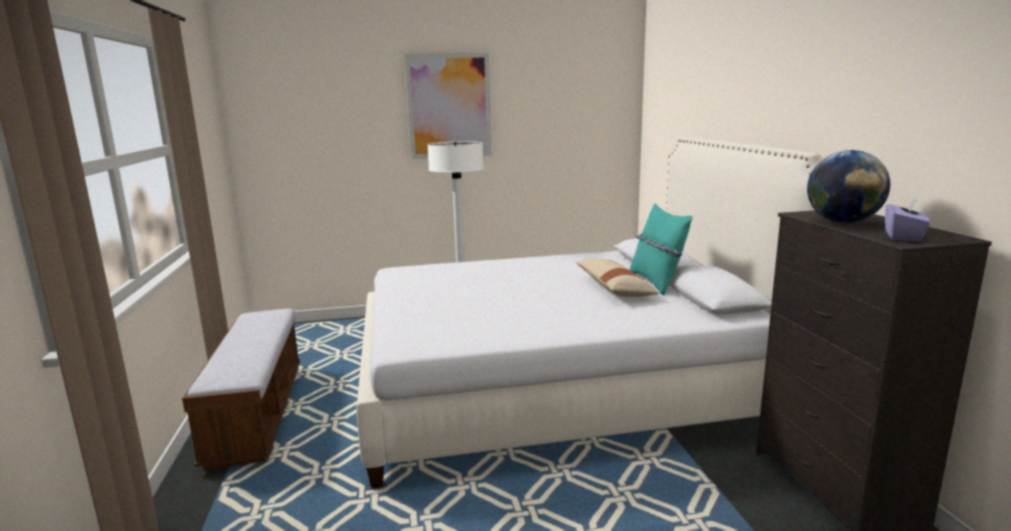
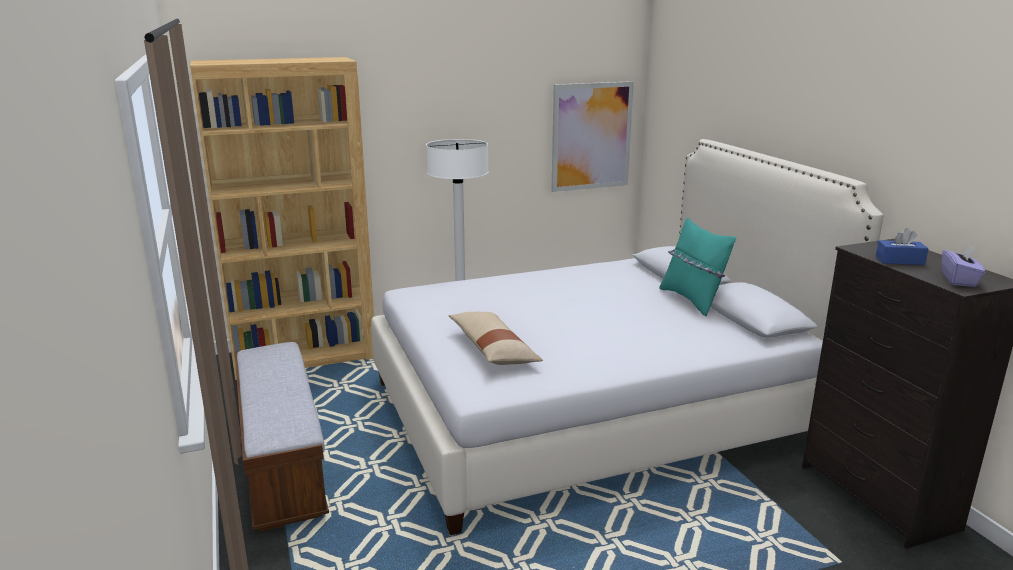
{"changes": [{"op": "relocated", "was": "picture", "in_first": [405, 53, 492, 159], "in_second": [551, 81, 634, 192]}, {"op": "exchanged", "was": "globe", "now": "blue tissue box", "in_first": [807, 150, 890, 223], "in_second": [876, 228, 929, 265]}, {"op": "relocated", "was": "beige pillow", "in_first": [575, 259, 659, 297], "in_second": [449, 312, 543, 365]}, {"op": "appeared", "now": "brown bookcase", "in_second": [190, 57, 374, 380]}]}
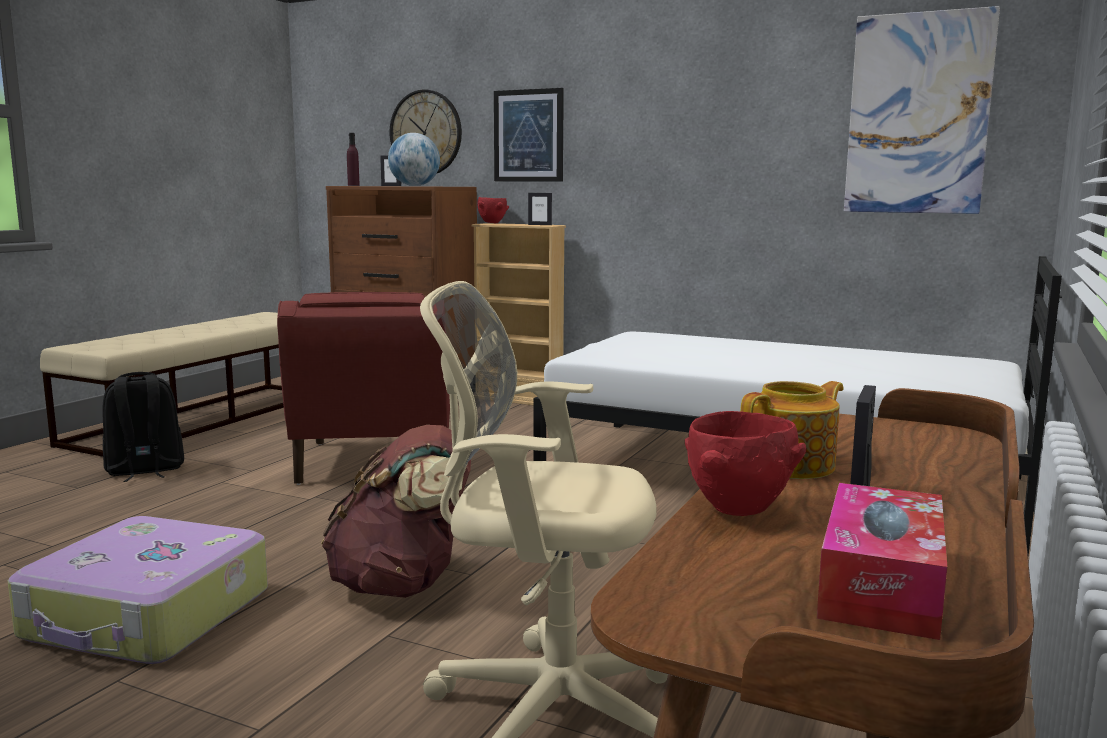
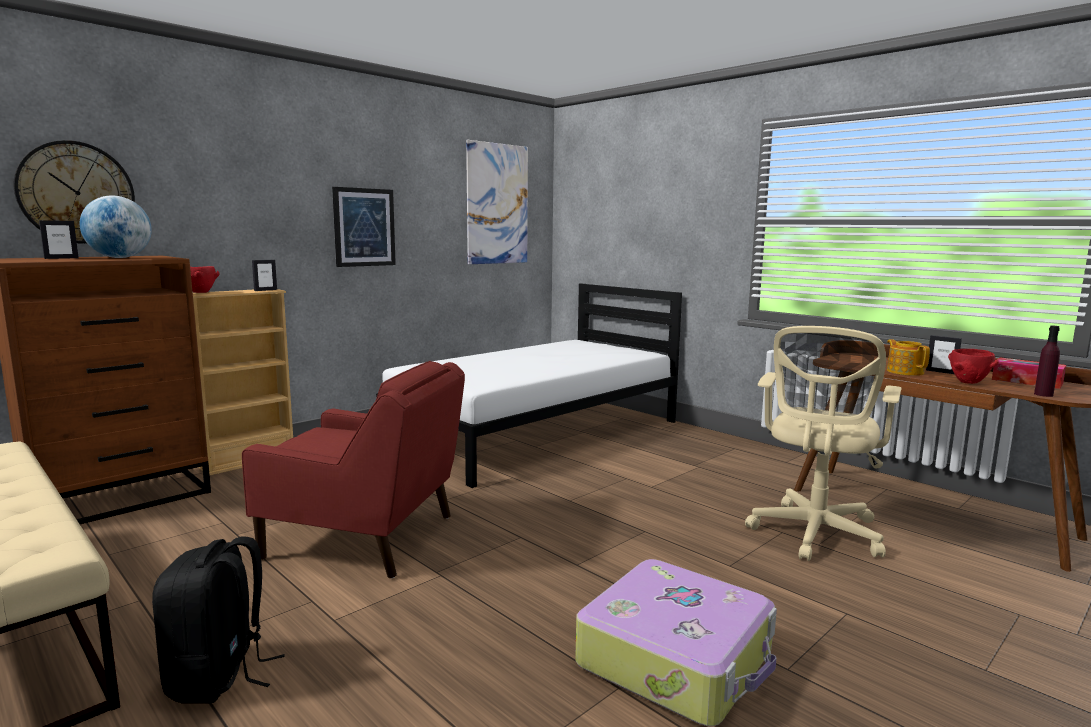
{"changes": [{"op": "relocated", "was": "picture", "in_first": [494, 88, 564, 182], "in_second": [332, 187, 396, 267]}, {"op": "relocated", "was": "purple bottle", "in_first": [347, 133, 360, 186], "in_second": [1034, 325, 1060, 397]}, {"op": "missing", "was": "brown backpack", "in_first": [321, 425, 471, 598]}]}
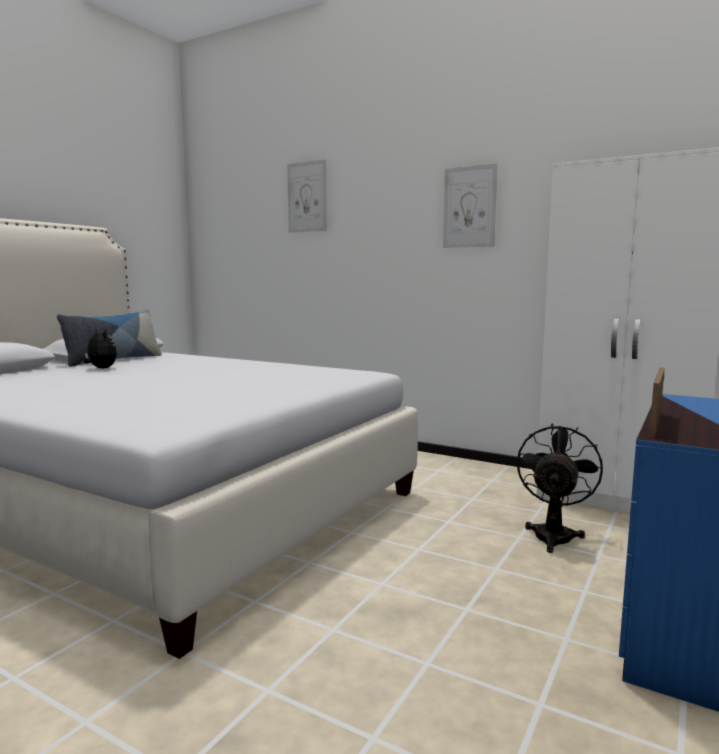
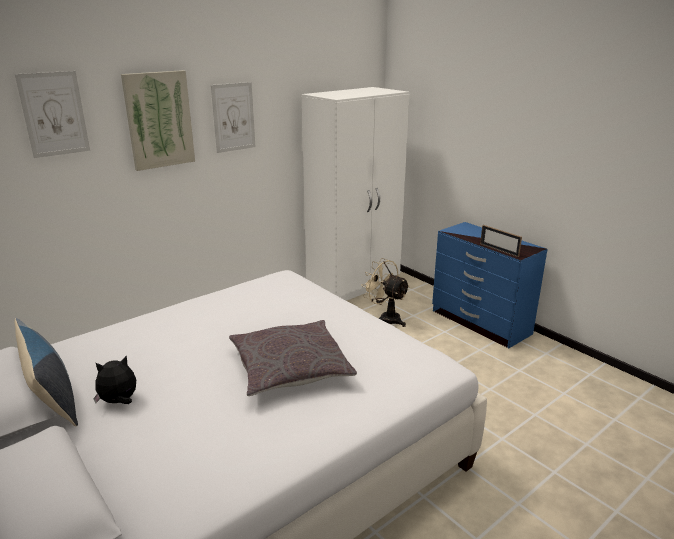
{"changes": [{"op": "colour", "was": "black fan", "now": "beige fan", "in_first": [517, 423, 603, 553], "in_second": [361, 258, 410, 327]}, {"op": "appeared", "now": "picture", "in_second": [121, 70, 195, 171]}, {"op": "appeared", "now": "grey pillow", "in_second": [229, 320, 357, 396]}]}
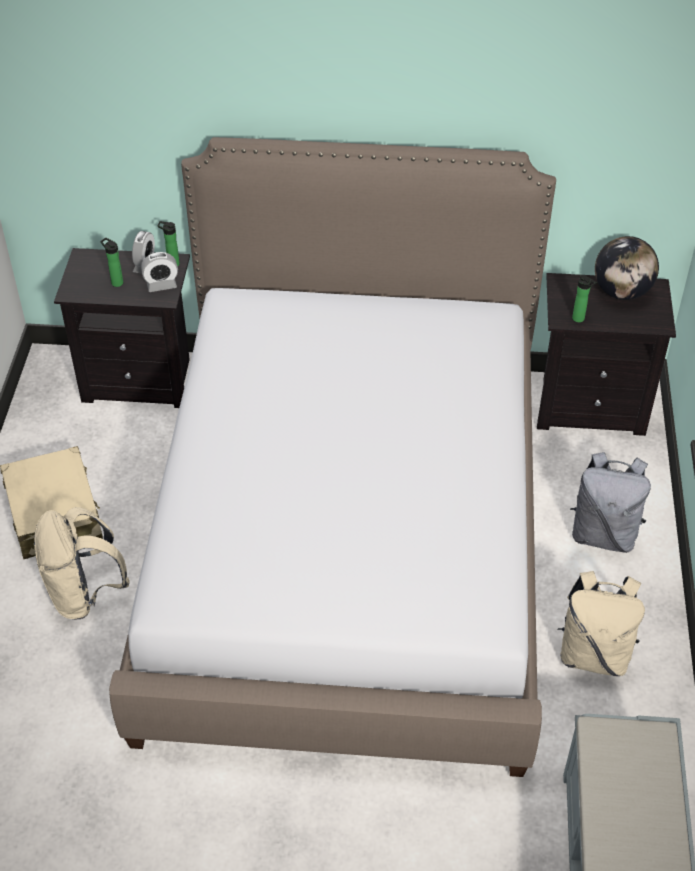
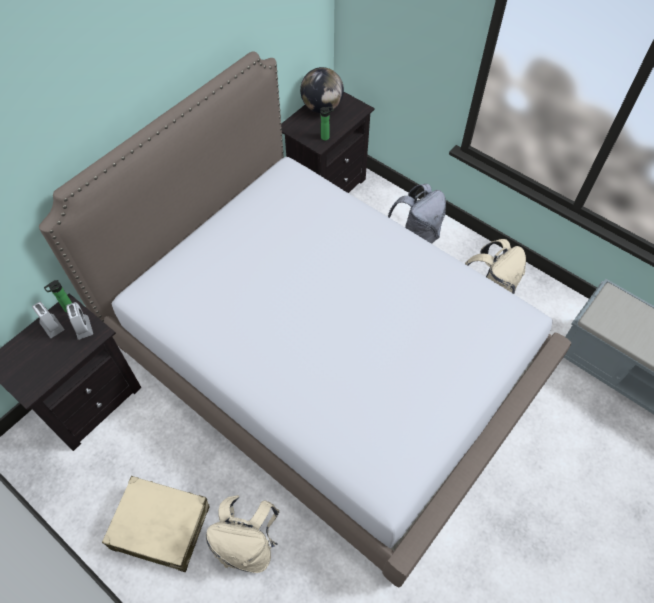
{"changes": [{"op": "missing", "was": "bottle", "in_first": [101, 238, 123, 287]}, {"op": "spun", "was": "alarm clock", "in_first": [141, 252, 178, 292], "in_second": [66, 302, 93, 340], "clockwise": -45}]}
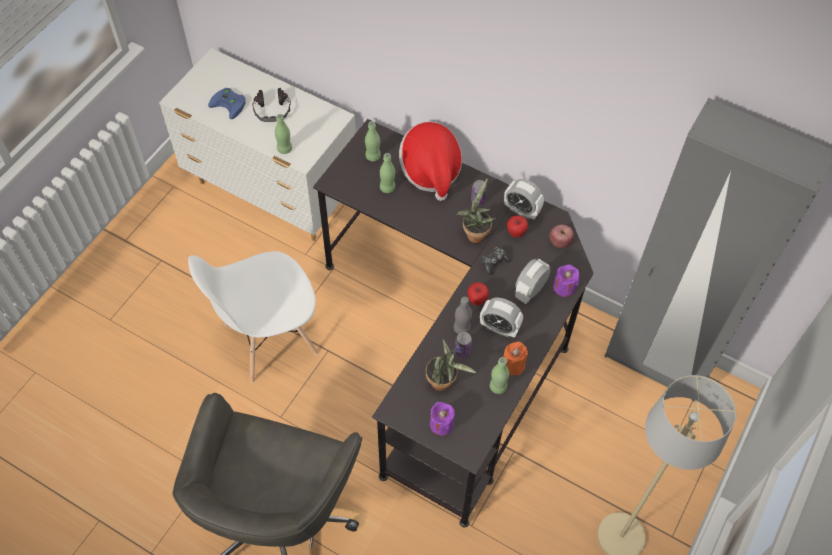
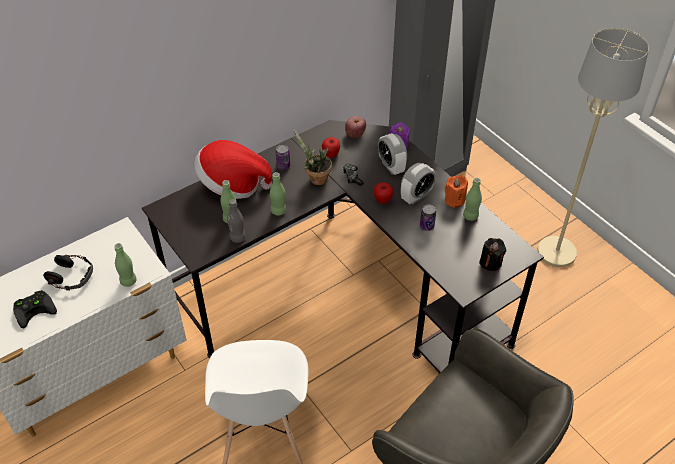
{"changes": [{"op": "colour", "was": "blue game controller", "now": "black game controller", "in_first": [208, 88, 246, 119], "in_second": [13, 290, 57, 328]}, {"op": "relocated", "was": "green bottle", "in_first": [365, 121, 381, 161], "in_second": [270, 172, 286, 216]}, {"op": "missing", "was": "alarm clock", "in_first": [504, 179, 544, 220]}, {"op": "relocated", "was": "grey bottle", "in_first": [454, 297, 472, 334], "in_second": [227, 199, 246, 243]}, {"op": "missing", "was": "potted plant", "in_first": [426, 339, 476, 391]}, {"op": "colour", "was": "purple candle", "now": "black candle", "in_first": [430, 402, 455, 436], "in_second": [479, 238, 506, 271]}]}
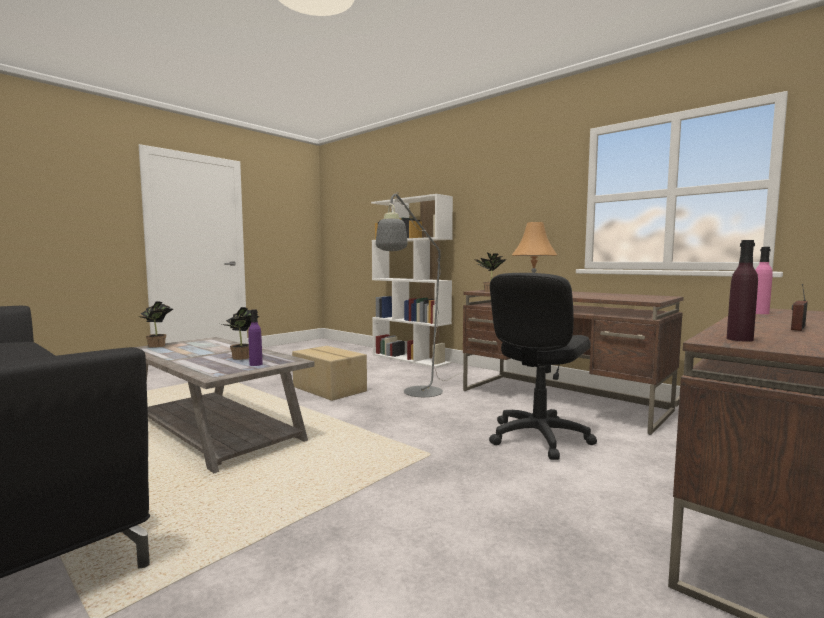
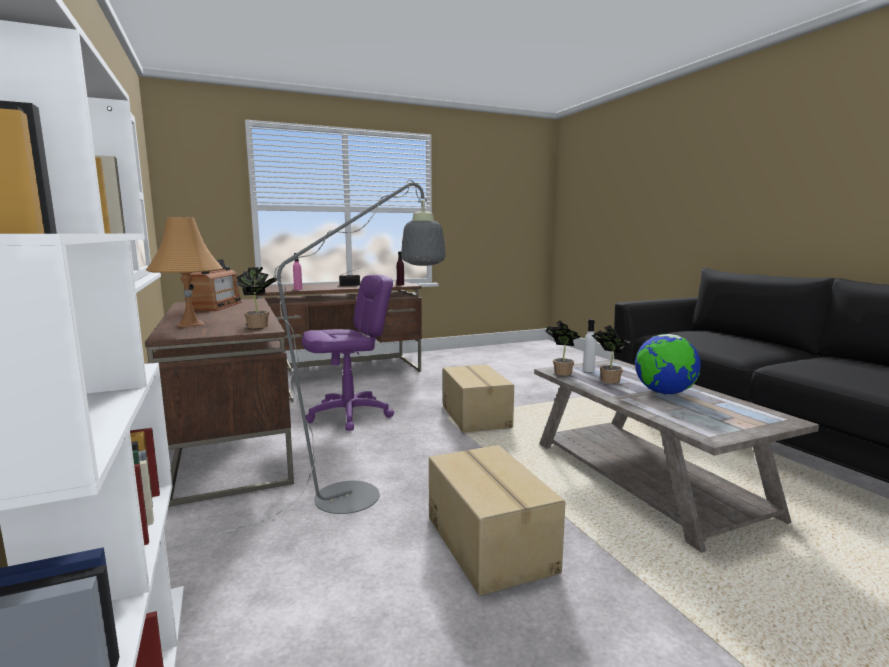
{"changes": [{"op": "colour", "was": "black office chair", "now": "purple office chair", "in_first": [489, 273, 597, 460], "in_second": [302, 274, 394, 431]}, {"op": "relocated", "was": "potted plant", "in_first": [137, 301, 173, 348], "in_second": [545, 320, 580, 375]}, {"op": "colour", "was": "purple bottle", "now": "white bottle", "in_first": [248, 309, 263, 366], "in_second": [583, 319, 596, 372]}, {"op": "appeared", "now": "radio", "in_second": [184, 259, 242, 311]}, {"op": "appeared", "now": "globe", "in_second": [635, 334, 701, 395]}, {"op": "appeared", "now": "cardboard box", "in_second": [443, 365, 514, 433]}]}
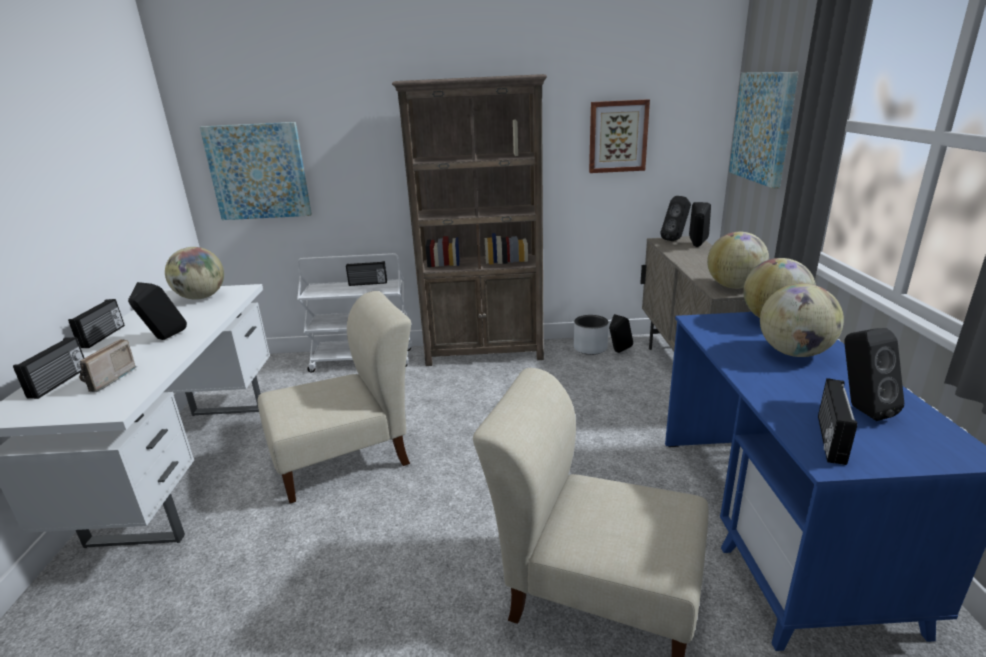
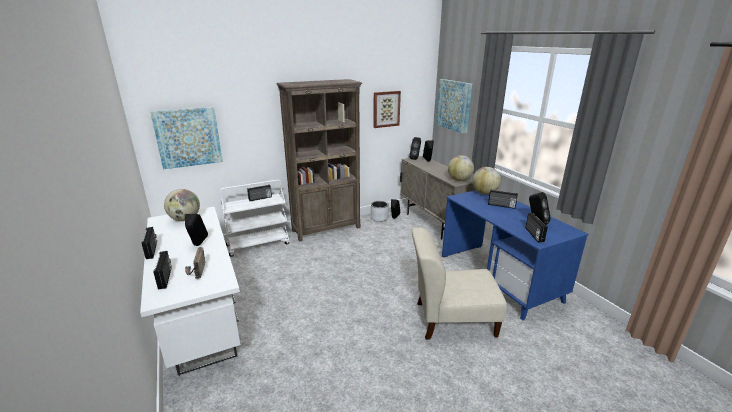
{"changes": [{"op": "exchanged", "was": "globe", "now": "radio", "in_first": [760, 283, 844, 357], "in_second": [488, 190, 518, 209]}, {"op": "missing", "was": "beige chair", "in_first": [258, 291, 411, 503]}]}
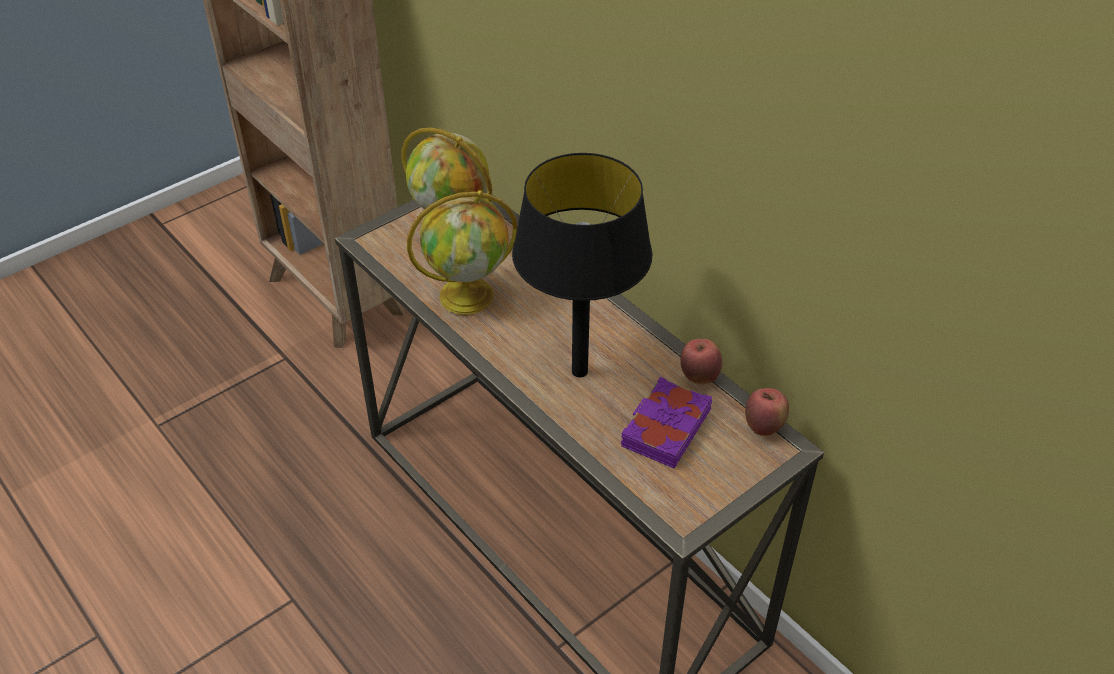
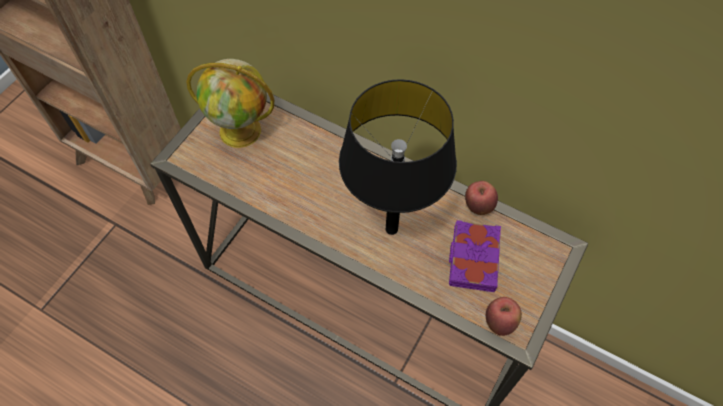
{"changes": [{"op": "missing", "was": "globe", "in_first": [407, 190, 518, 315]}, {"op": "relocated", "was": "apple", "in_first": [745, 388, 789, 436], "in_second": [486, 297, 522, 336]}]}
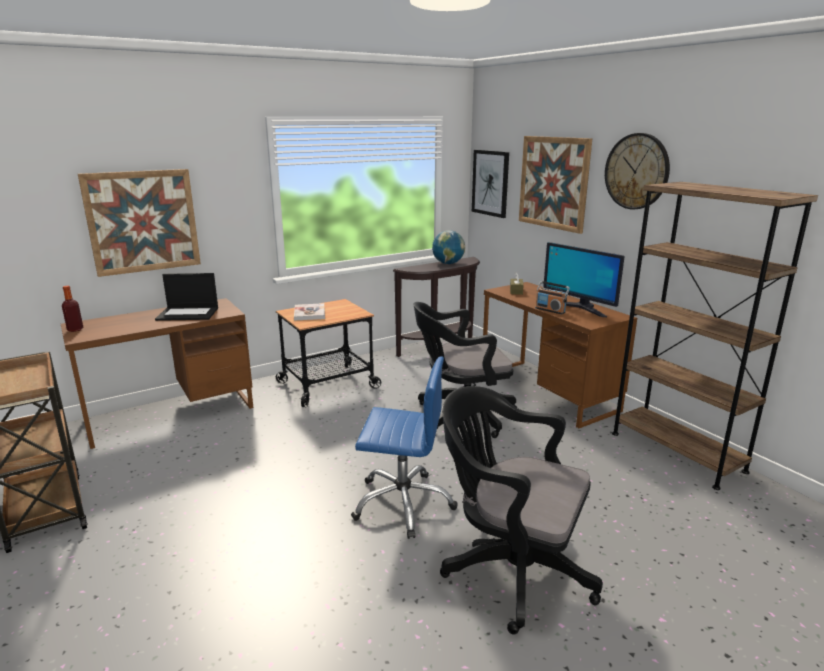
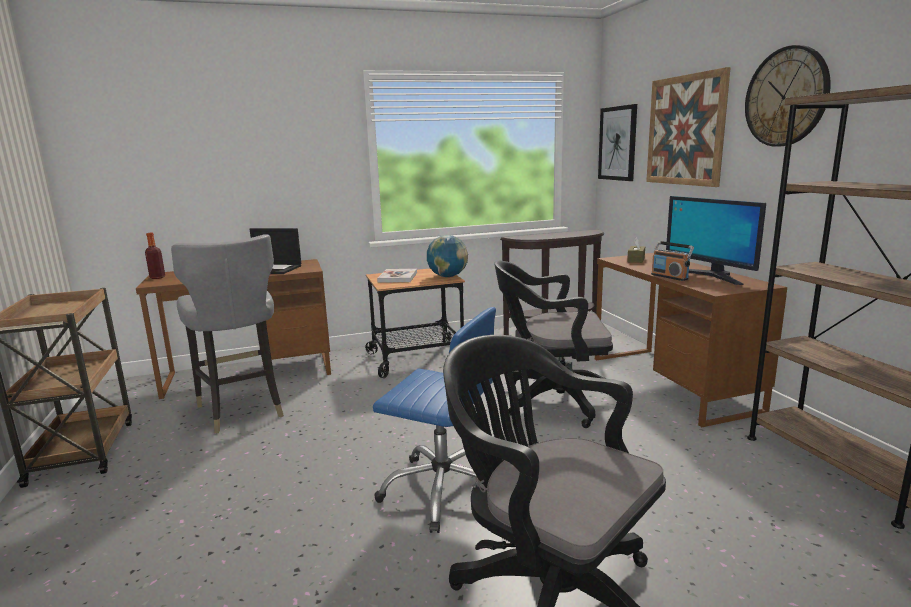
{"changes": [{"op": "missing", "was": "picture", "in_first": [78, 169, 201, 277]}, {"op": "relocated", "was": "globe", "in_first": [432, 230, 465, 264], "in_second": [427, 235, 468, 277]}, {"op": "appeared", "now": "grey chair", "in_second": [171, 234, 284, 433]}]}
